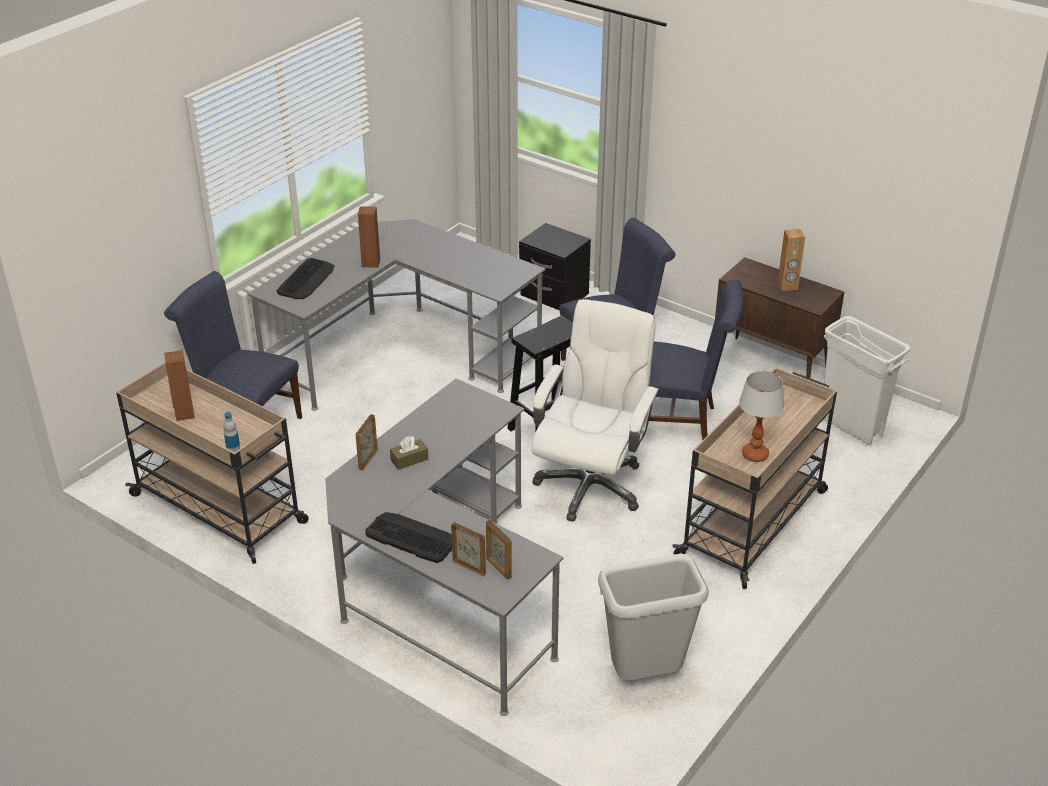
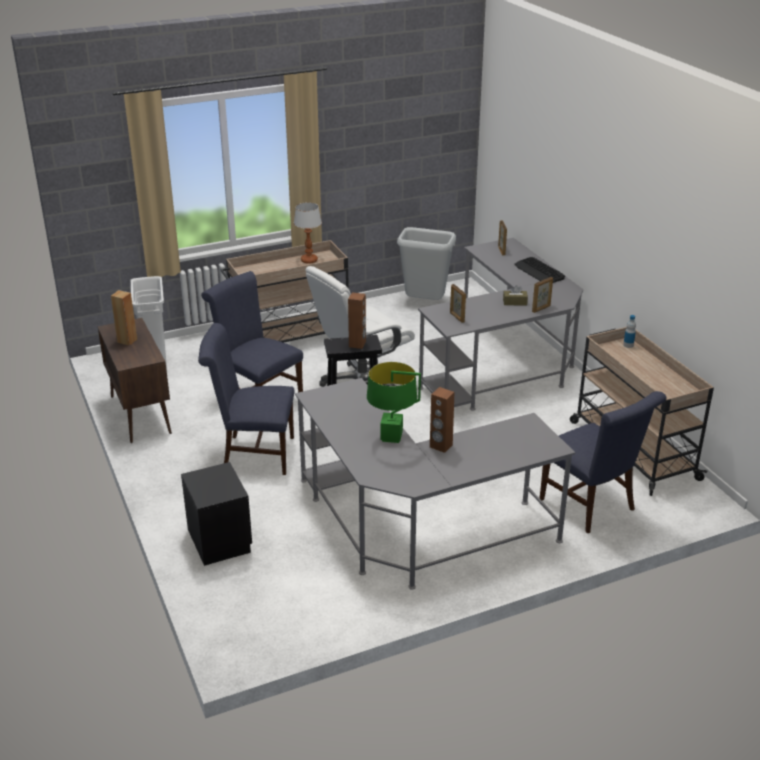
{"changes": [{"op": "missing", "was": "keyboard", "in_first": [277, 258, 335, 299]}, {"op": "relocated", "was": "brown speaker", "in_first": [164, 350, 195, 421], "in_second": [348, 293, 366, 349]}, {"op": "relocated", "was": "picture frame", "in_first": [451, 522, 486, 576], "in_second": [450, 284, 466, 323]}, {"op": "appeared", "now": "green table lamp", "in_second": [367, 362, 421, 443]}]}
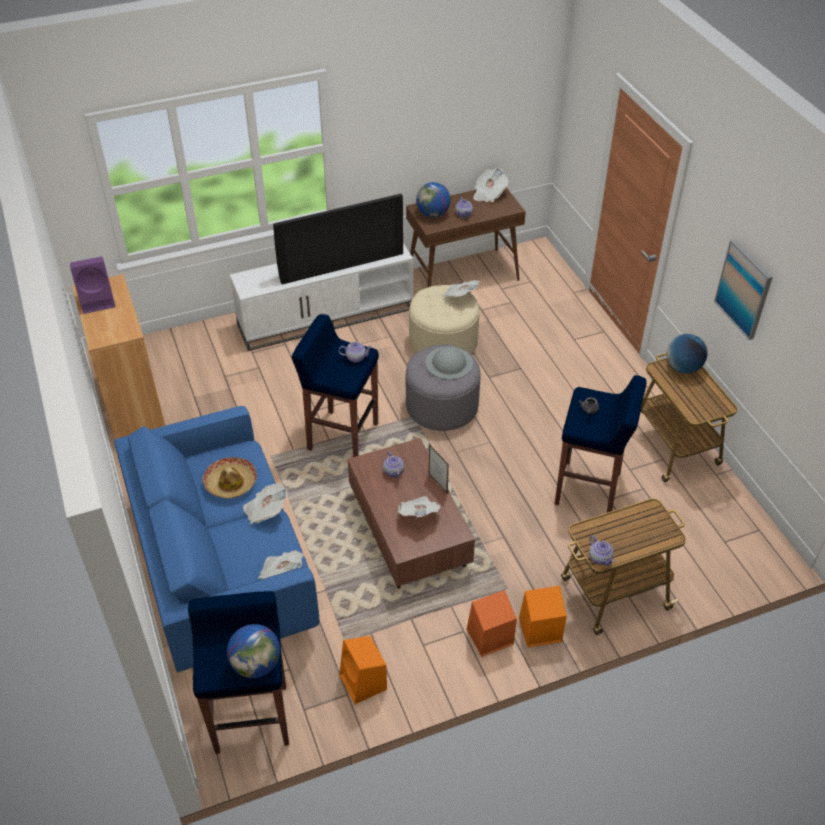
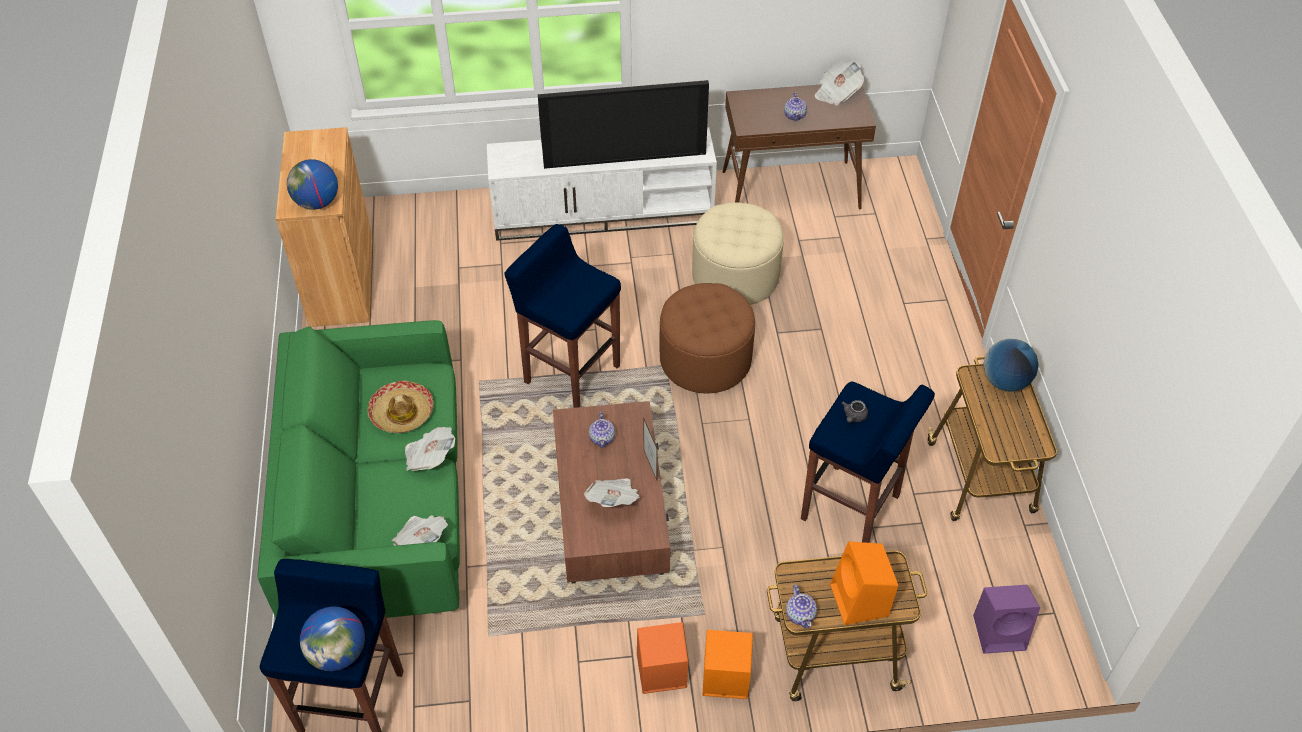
{"changes": [{"op": "relocated", "was": "globe", "in_first": [416, 182, 451, 217], "in_second": [287, 159, 338, 210]}, {"op": "missing", "was": "picture", "in_first": [714, 239, 773, 340]}, {"op": "relocated", "was": "purple speaker", "in_first": [70, 256, 115, 314], "in_second": [973, 585, 1040, 654]}, {"op": "missing", "was": "newspaper", "in_first": [443, 280, 480, 297]}, {"op": "missing", "was": "teapot", "in_first": [339, 342, 372, 362]}, {"op": "colour", "was": "grey ottoman", "now": "brown ottoman", "in_first": [406, 344, 481, 431], "in_second": [660, 283, 755, 393]}, {"op": "missing", "was": "grey hat", "in_first": [425, 346, 473, 380]}, {"op": "colour", "was": "blue sofa", "now": "green sofa", "in_first": [114, 406, 319, 672], "in_second": [257, 320, 460, 618]}, {"op": "relocated", "was": "orange speaker", "in_first": [339, 636, 387, 704], "in_second": [830, 541, 898, 625]}]}
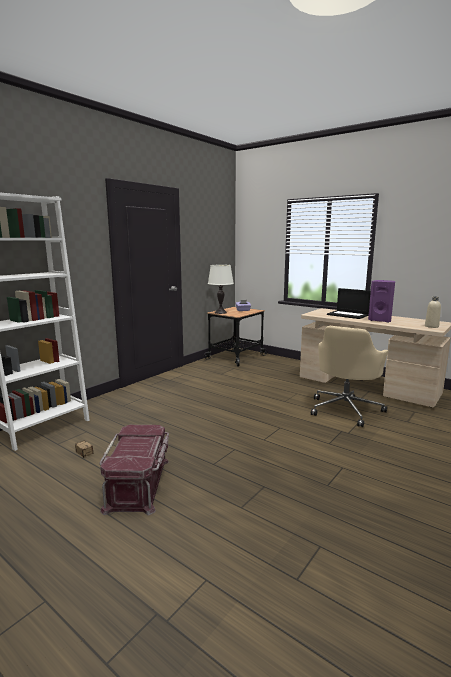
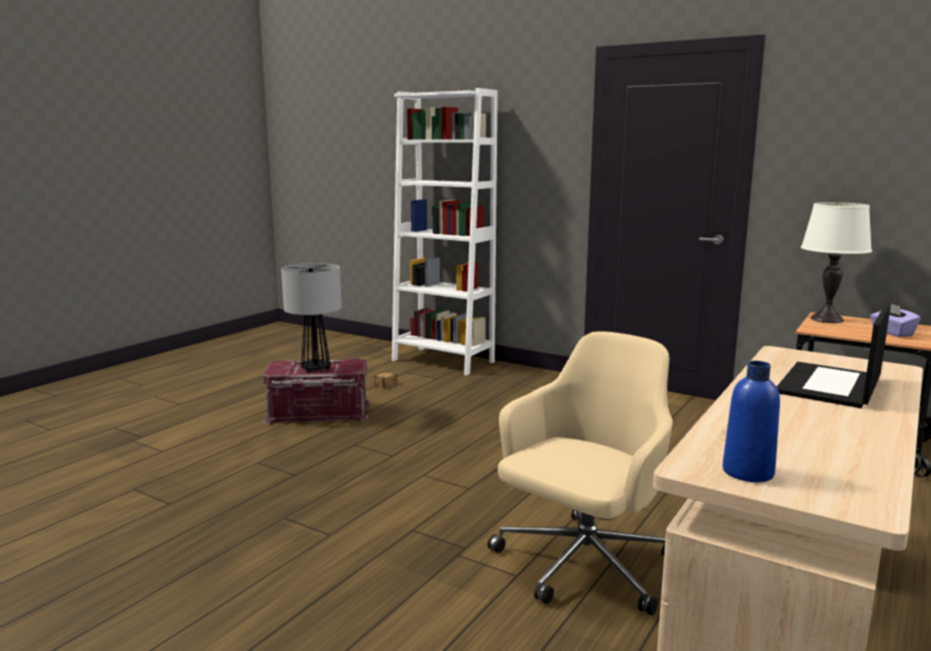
{"changes": [{"op": "missing", "was": "purple speaker", "in_first": [368, 280, 395, 323]}, {"op": "colour", "was": "beige bottle", "now": "blue bottle", "in_first": [425, 297, 441, 328], "in_second": [723, 361, 780, 482]}, {"op": "spun", "was": "beige office chair", "in_first": [311, 326, 388, 427], "in_second": [488, 332, 673, 615], "clockwise": 105}, {"op": "appeared", "now": "table lamp", "in_second": [281, 263, 342, 373]}]}
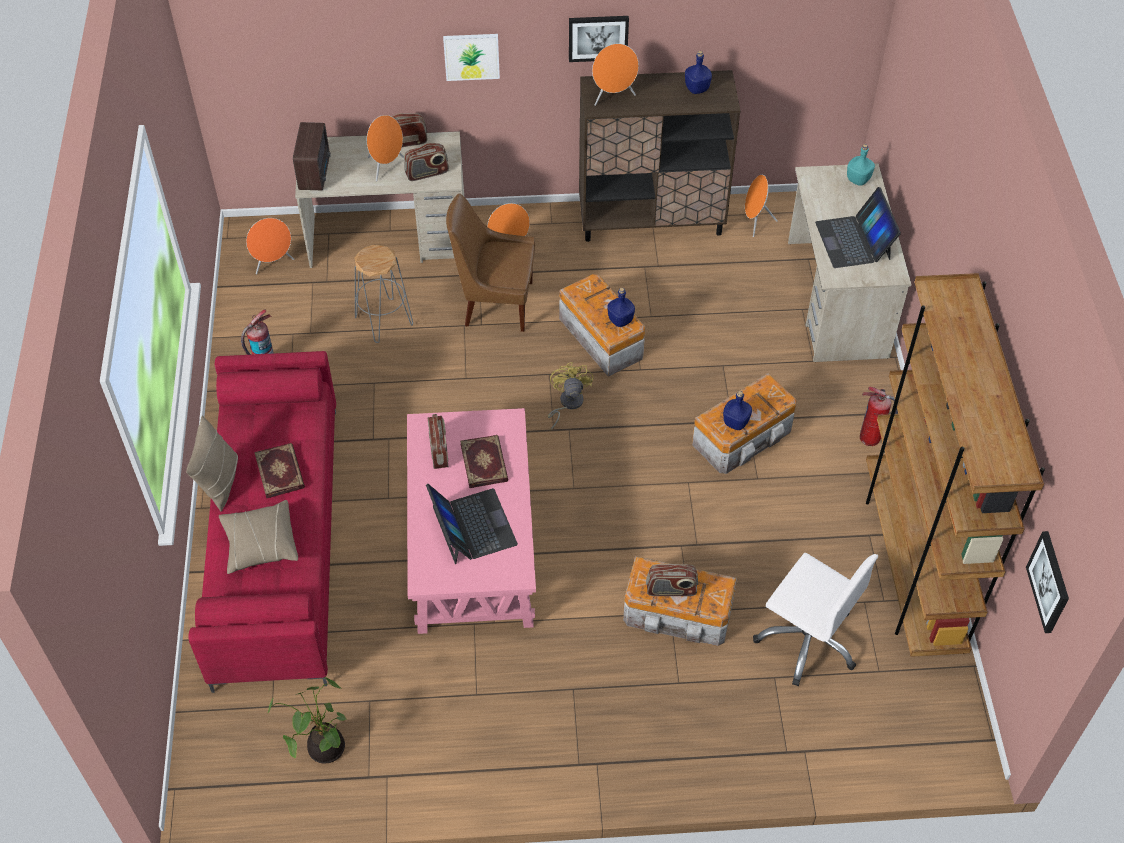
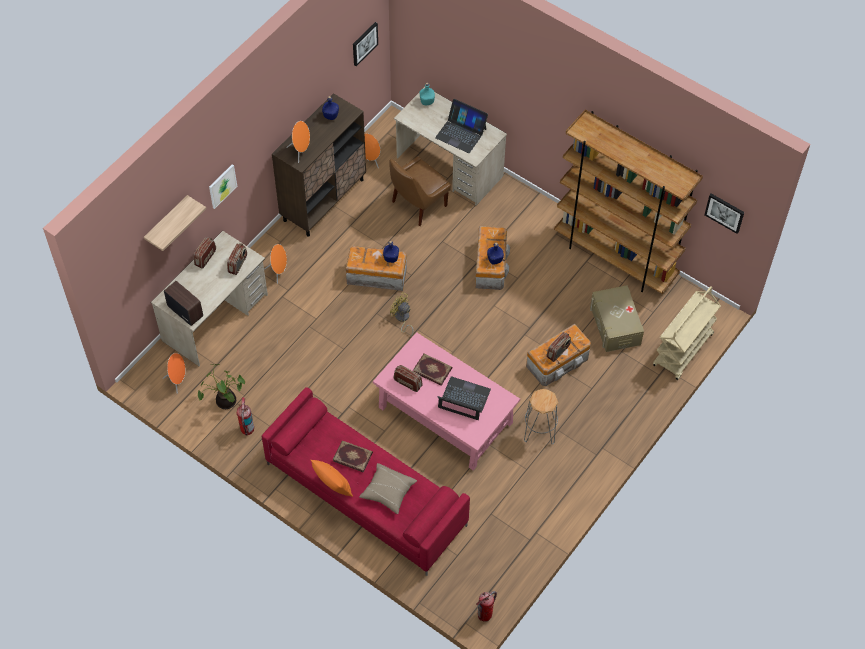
{"changes": [{"op": "relocated", "was": "picture", "in_first": [569, 16, 629, 62], "in_second": [353, 22, 378, 66]}, {"op": "missing", "was": "orange speaker", "in_first": [367, 115, 404, 181]}, {"op": "relocated", "was": "brown chair", "in_first": [446, 193, 535, 332], "in_second": [390, 156, 451, 226]}, {"op": "relocated", "was": "grey stool", "in_first": [354, 245, 413, 343], "in_second": [524, 389, 558, 444]}, {"op": "relocated", "was": "fire extinguisher", "in_first": [860, 387, 898, 446], "in_second": [476, 591, 497, 622]}, {"op": "colour", "was": "beige pillow", "now": "orange pillow", "in_first": [186, 415, 238, 512], "in_second": [311, 460, 353, 497]}, {"op": "exchanged", "was": "white office chair", "now": "beige storage box", "in_first": [753, 553, 878, 686], "in_second": [590, 285, 644, 352]}, {"op": "relocated", "was": "potted plant", "in_first": [267, 677, 346, 764], "in_second": [198, 364, 245, 409]}, {"op": "appeared", "now": "shelf", "in_second": [144, 195, 206, 251]}, {"op": "appeared", "now": "beige cart", "in_second": [653, 286, 721, 380]}]}
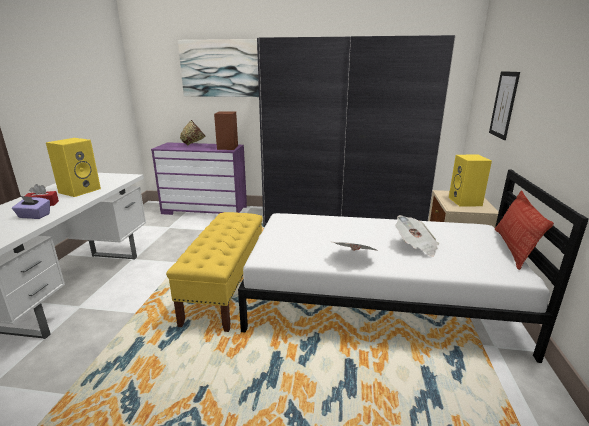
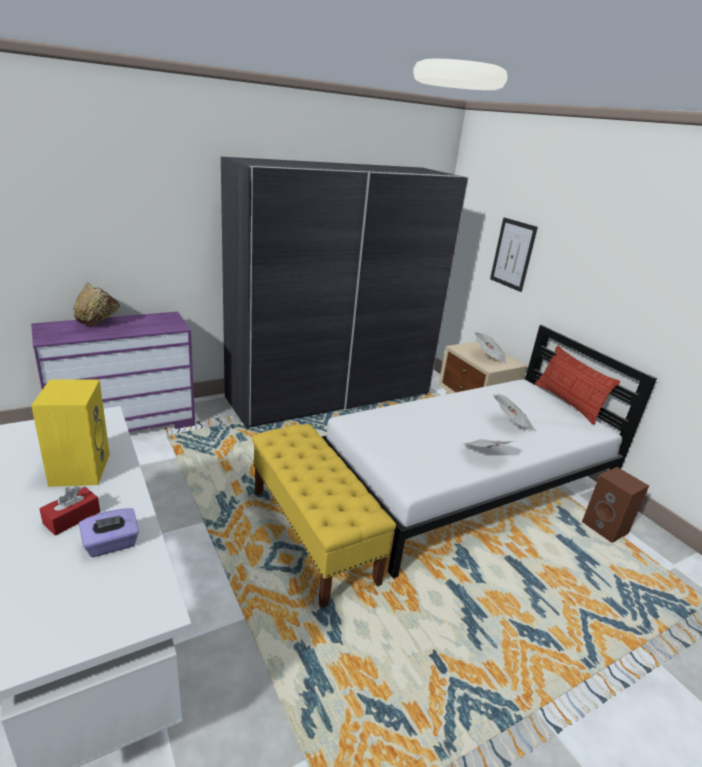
{"changes": [{"op": "missing", "was": "picture", "in_first": [178, 39, 259, 97]}, {"op": "relocated", "was": "brown speaker", "in_first": [214, 111, 238, 150], "in_second": [582, 467, 649, 543]}, {"op": "exchanged", "was": "yellow speaker", "now": "newspaper", "in_first": [449, 155, 492, 207], "in_second": [475, 332, 506, 364]}]}
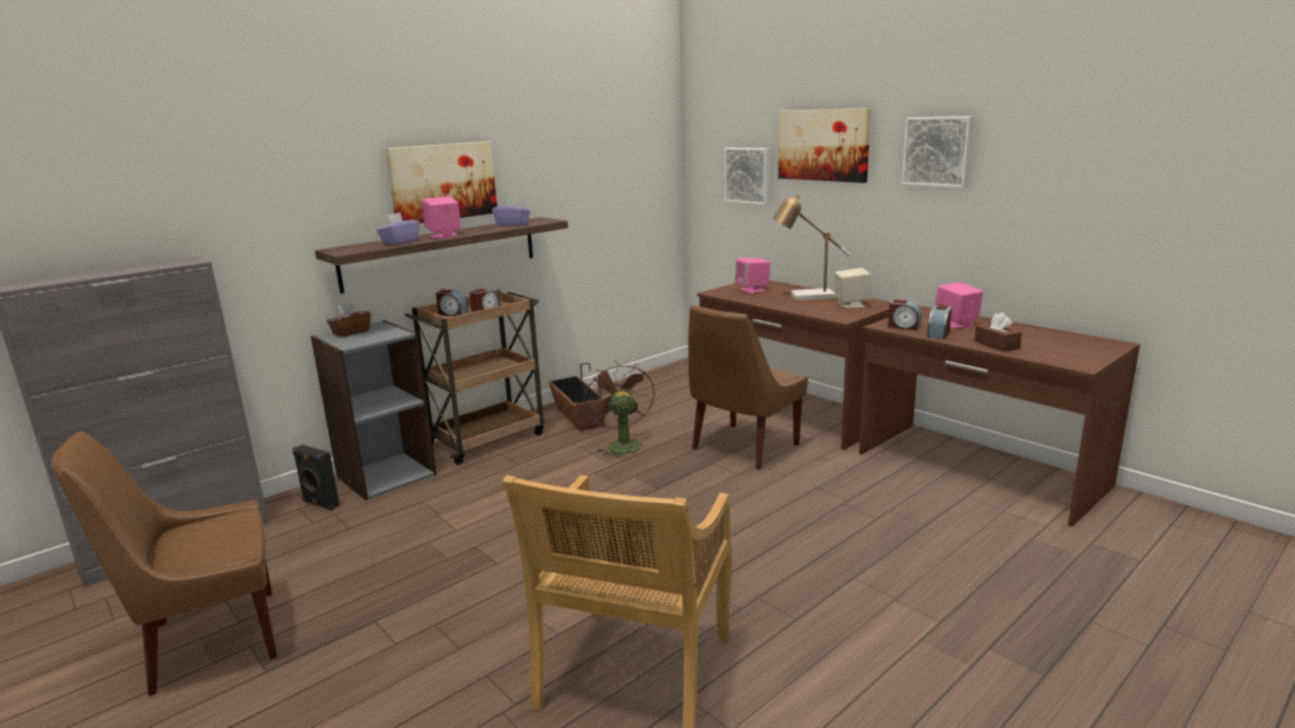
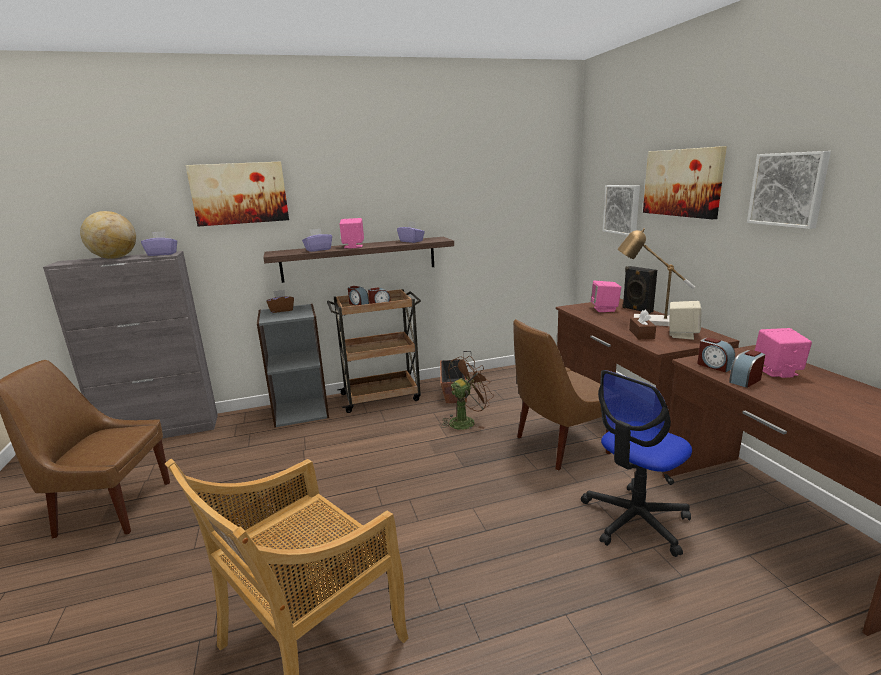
{"changes": [{"op": "relocated", "was": "picture", "in_first": [385, 141, 497, 224], "in_second": [186, 162, 289, 226]}, {"op": "relocated", "was": "brown tissue box", "in_first": [974, 312, 1022, 352], "in_second": [629, 310, 656, 339]}, {"op": "spun", "was": "brown fan", "in_first": [584, 361, 655, 459], "in_second": [441, 356, 494, 430], "clockwise": 45}, {"op": "relocated", "was": "black speaker", "in_first": [293, 445, 340, 511], "in_second": [622, 266, 657, 314]}, {"op": "appeared", "now": "globe", "in_second": [80, 211, 136, 259]}, {"op": "appeared", "now": "purple tissue box", "in_second": [141, 231, 178, 256]}, {"op": "appeared", "now": "office chair", "in_second": [581, 370, 692, 557]}]}
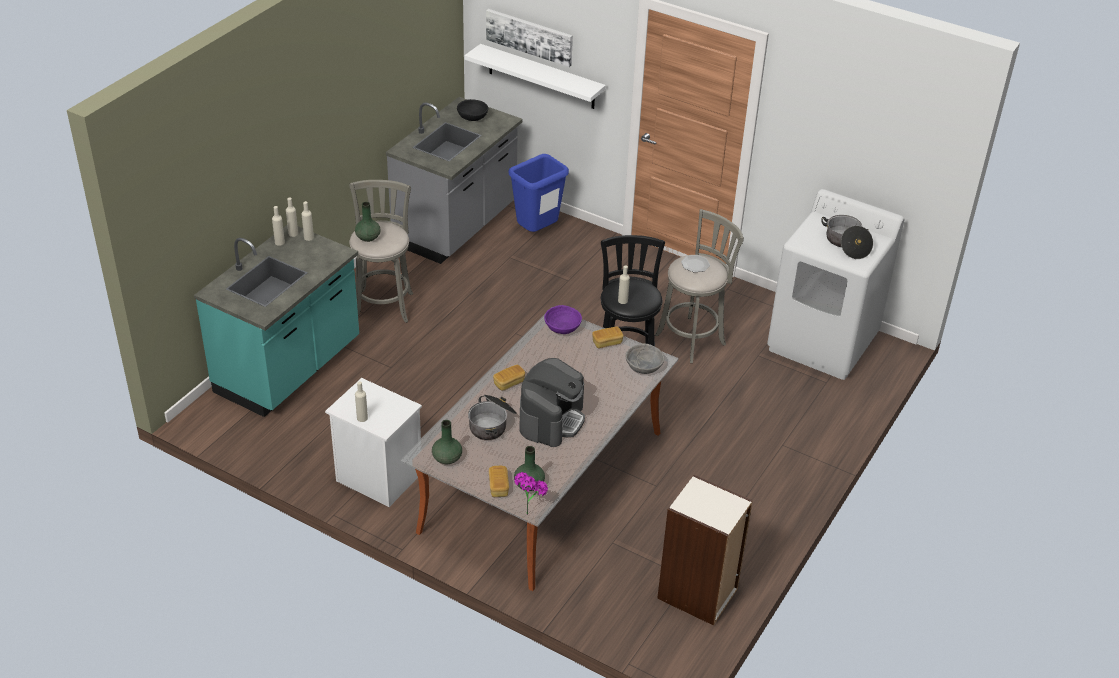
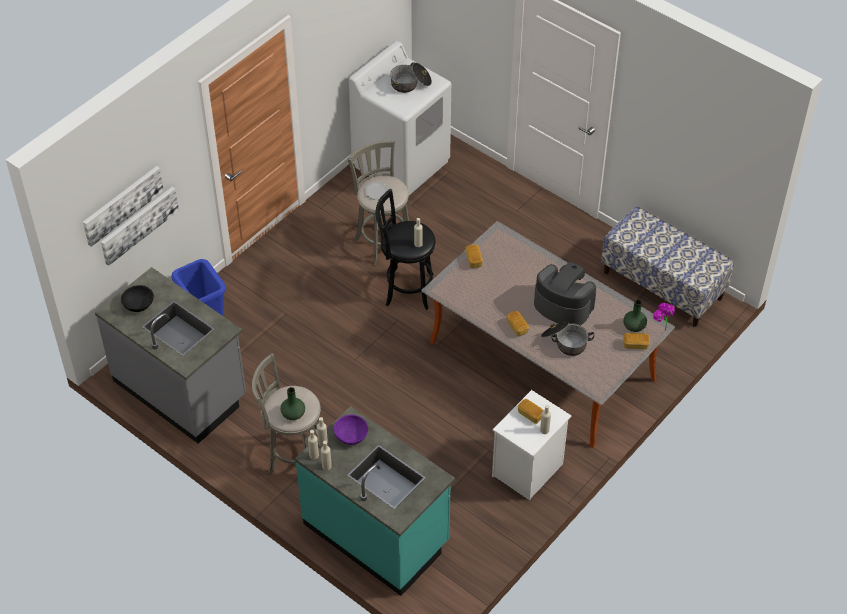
{"changes": [{"op": "exchanged", "was": "white shelf", "now": "picture", "in_first": [464, 44, 606, 109], "in_second": [101, 187, 179, 266]}, {"op": "relocated", "was": "purple bowl", "in_first": [544, 305, 582, 334], "in_second": [334, 415, 368, 445]}, {"op": "missing", "was": "grey bowl", "in_first": [626, 344, 664, 374]}, {"op": "missing", "was": "green vase", "in_first": [432, 420, 462, 464]}, {"op": "exchanged", "was": "bookcase", "now": "bench", "in_first": [657, 475, 753, 626], "in_second": [601, 206, 734, 327]}, {"op": "appeared", "now": "bread", "in_second": [518, 399, 544, 424]}]}
